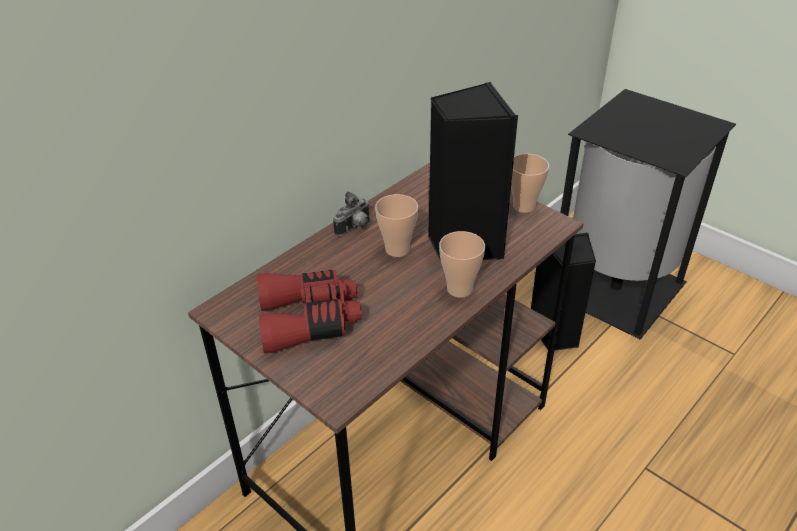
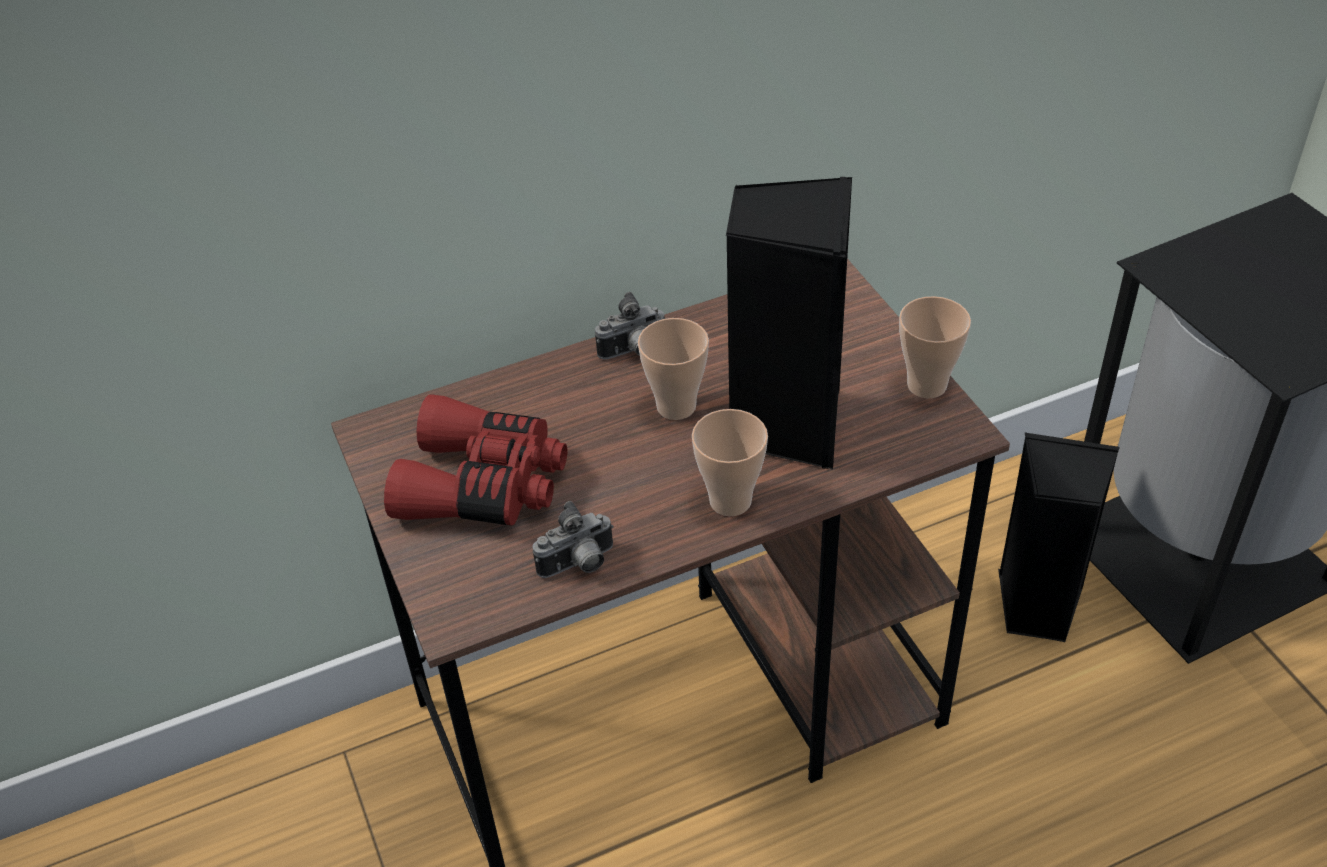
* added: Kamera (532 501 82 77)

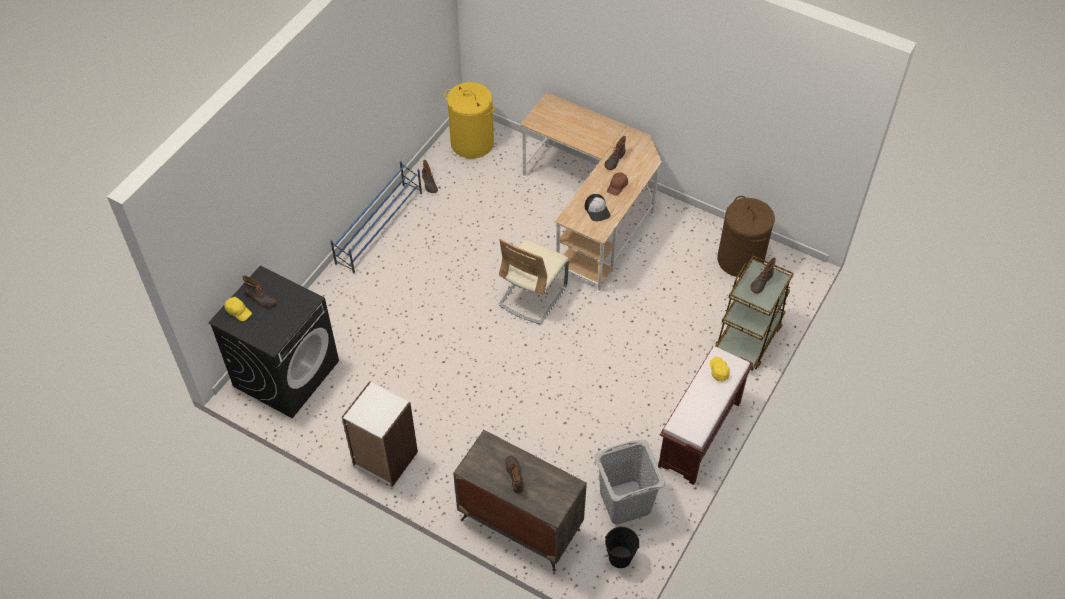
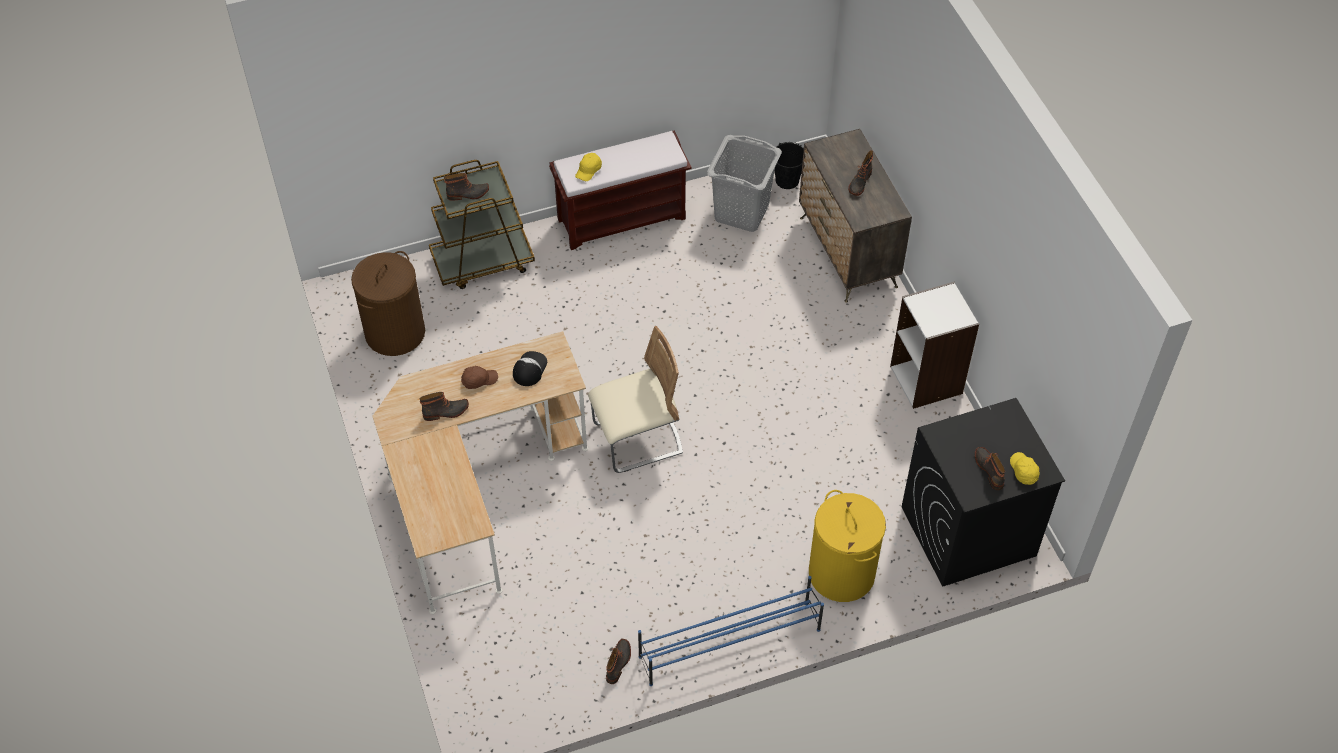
* moved: Wäschekorb [gelb] (444 82 51 77) to (809 490 77 112)

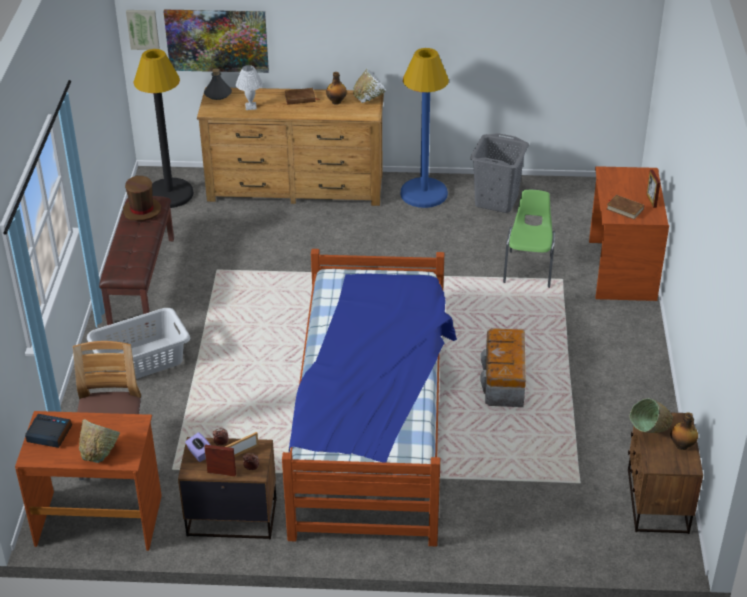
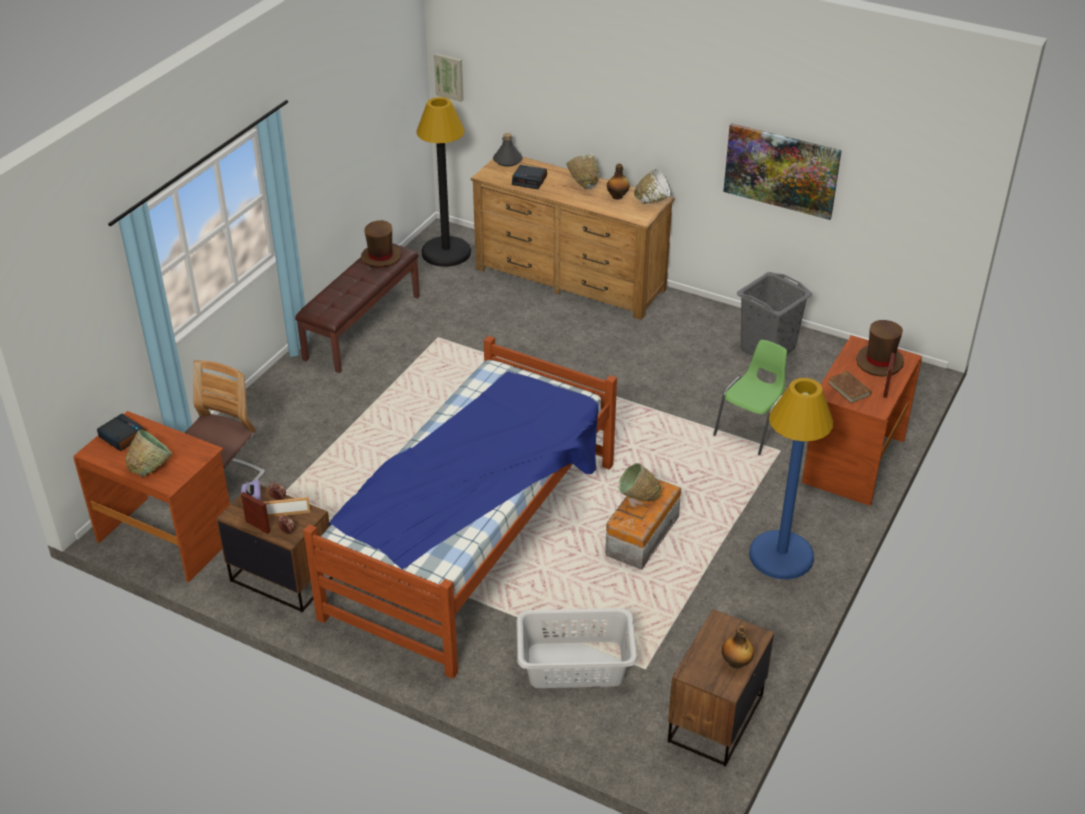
* moved: Bild (163 10 106 63) to (723 123 119 97)
* moved: Stehlampe [blau] (401 48 48 160) to (749 378 84 201)
* replaced: Tischlampe [weiß] (236 65 27 45) to Wecker (512 165 35 24)
* replaced: Buch [braun] (285 88 35 17) to Schüssel [weiß] (566 154 33 35)
* moved: Wäschekorb [grau] (87 308 103 71) to (516 608 121 80)
* moved: Schüssel [grün] (630 398 43 35) to (619 463 42 38)
* added: Hut [braun] (856 320 48 57)

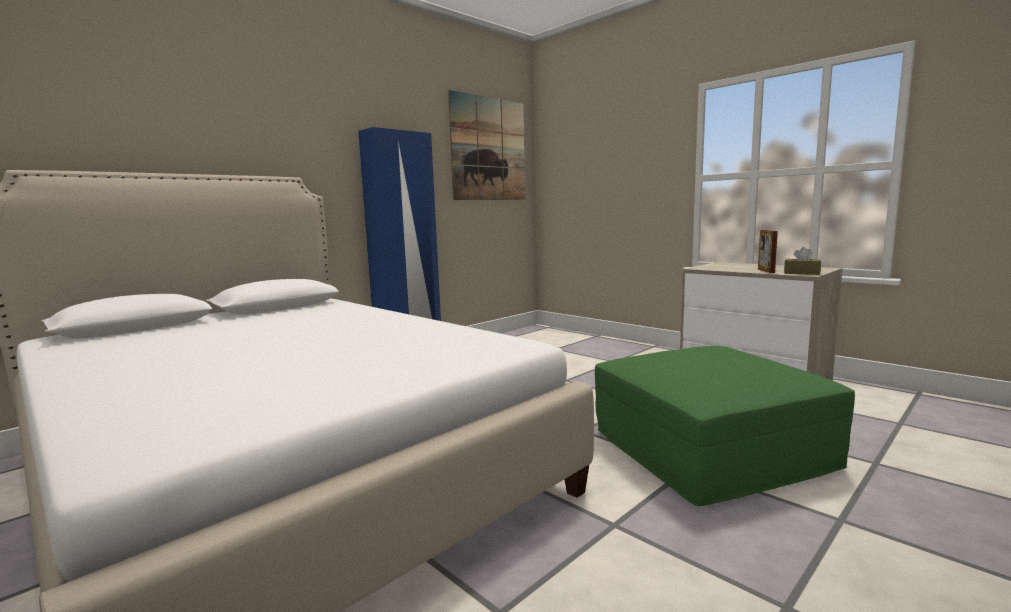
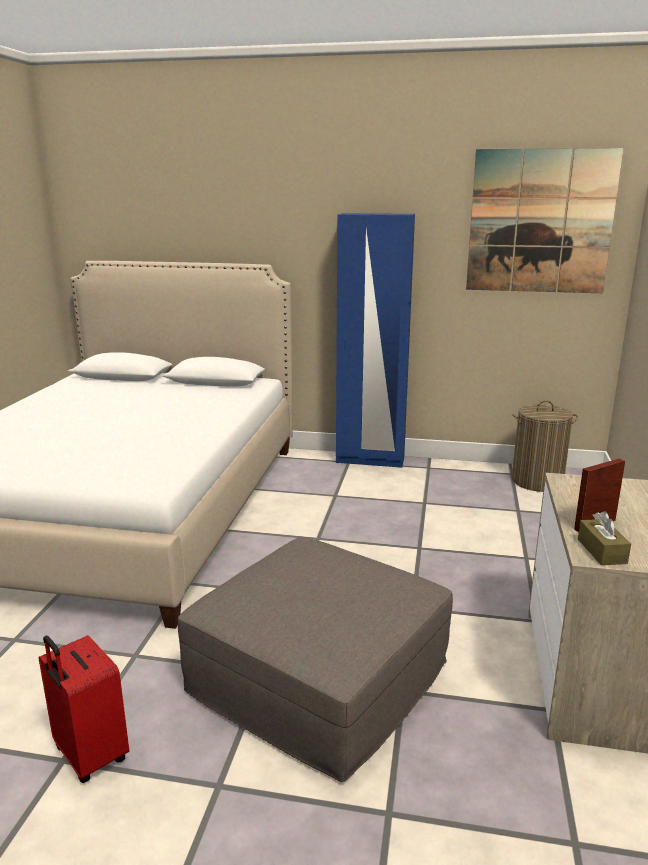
* recoloured: Polsterhocker [grün] (595 346 260 160) to Polsterhocker [grau] (178 537 275 246)
* added: Wäschekorb (512 401 66 91)
* added: Koffer [rot] (39 635 90 148)

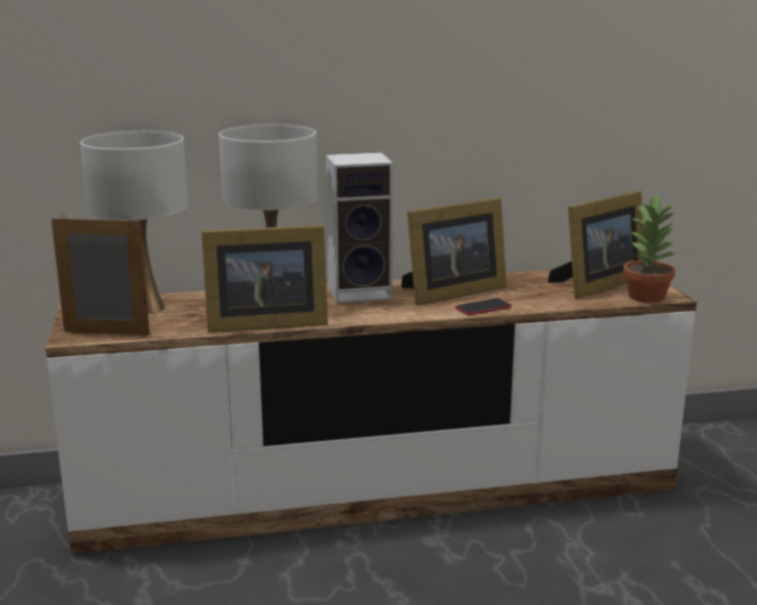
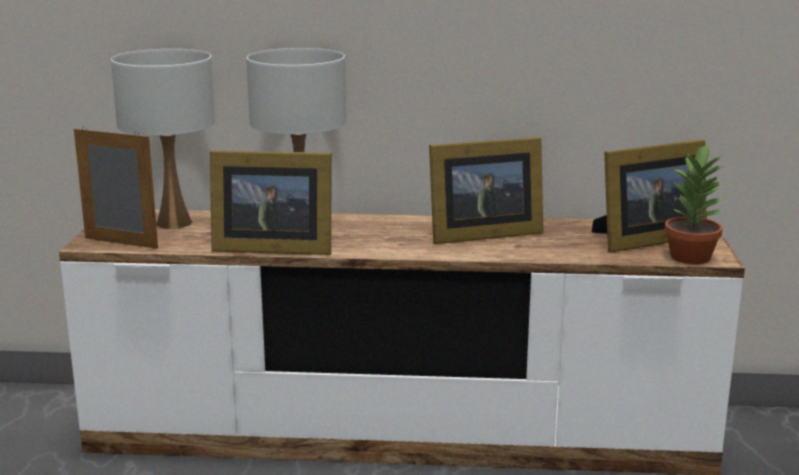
* removed: Lautsprecher (326 152 67 151)
* removed: Handy (456 298 56 17)

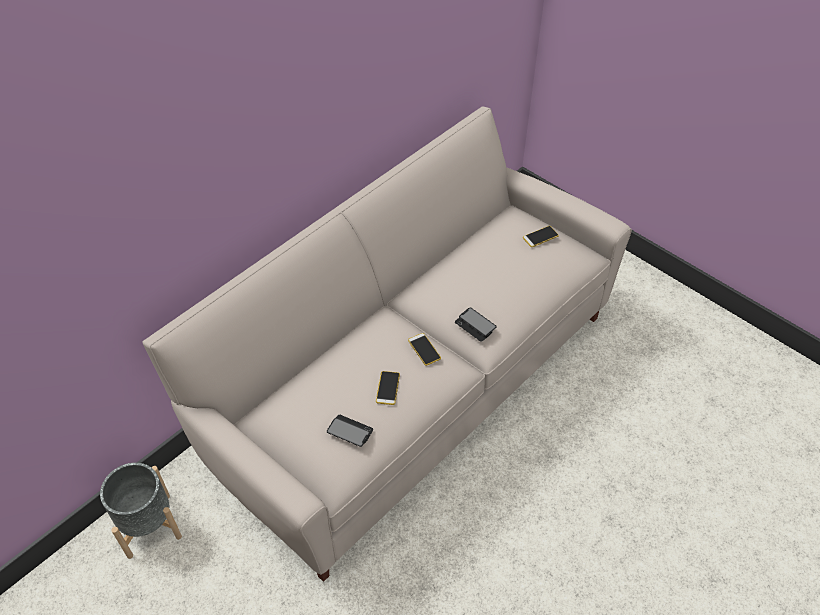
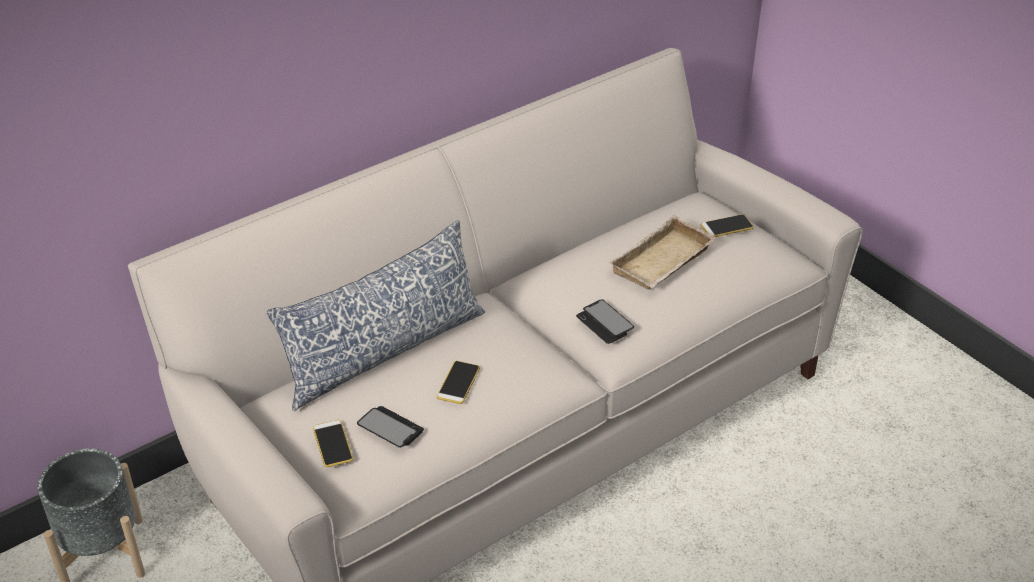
* moved: Handy (408 333 33 33) to (313 420 40 47)
* added: Tablett [beige] (609 215 107 75)
* added: Kissen (267 220 218 191)

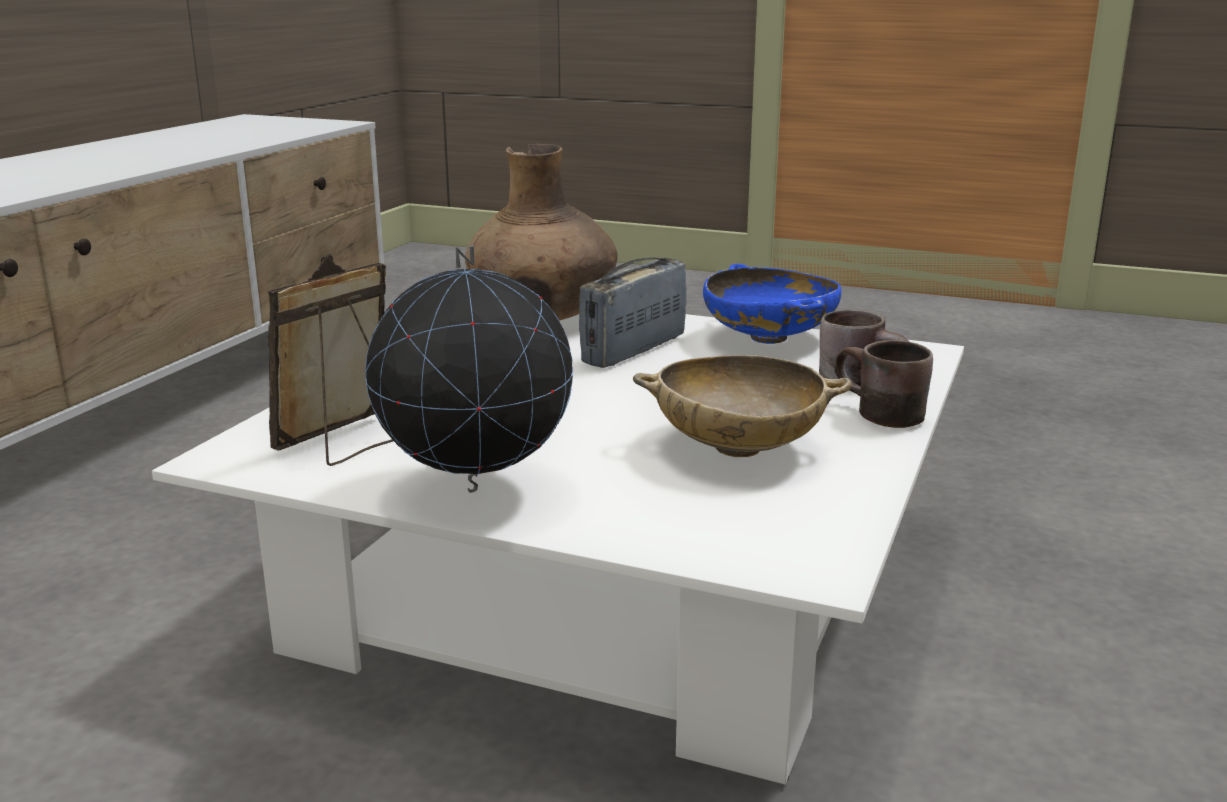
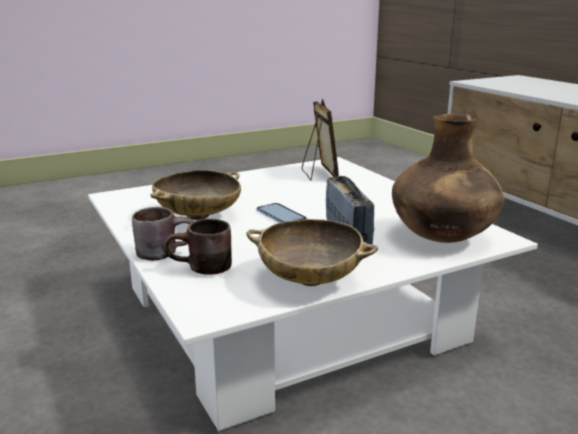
* removed: Globus (365 245 208 248)
* recoloured: Schüssel [blau] (703 264 138 80) to Schüssel [beige] (247 219 131 67)
* added: Handy (256 203 51 20)

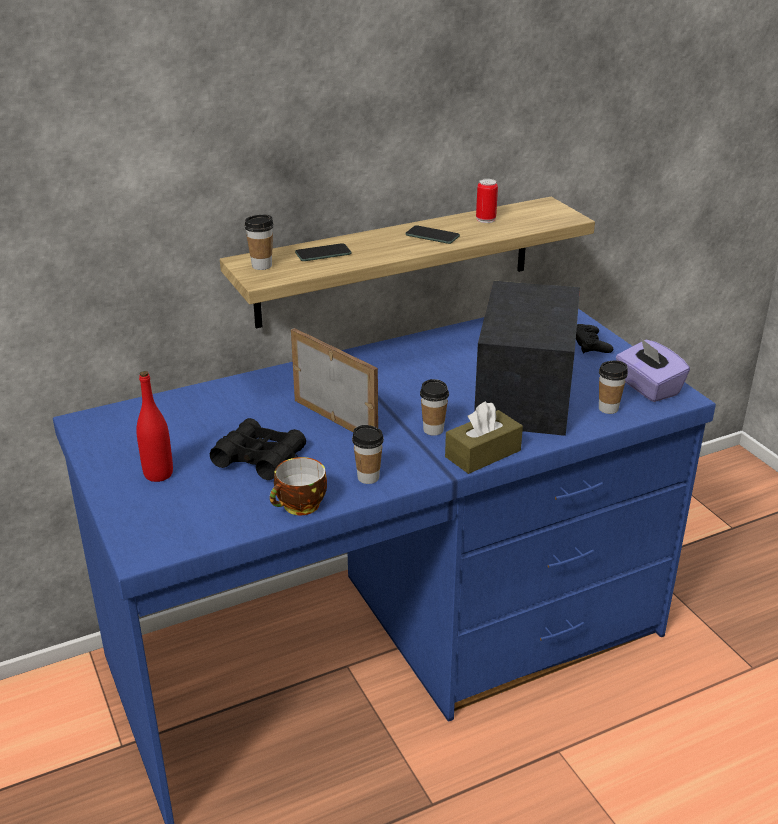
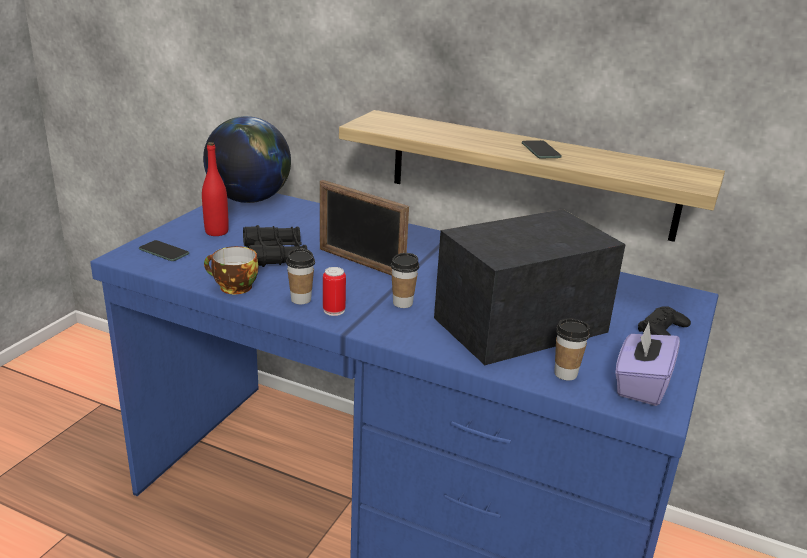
* moved: Dose (476 179 22 44) to (323 267 23 49)
* removed: Tasse (244 215 30 55)
* moved: Handy (295 243 57 18) to (139 240 50 21)
* turned: Bilderrahmen (291 328 87 104) = (320 180 89 96) 120 degrees clockwise
* removed: Taschentuchbox [braun] (445 401 78 73)
* added: Globus (203 116 88 87)

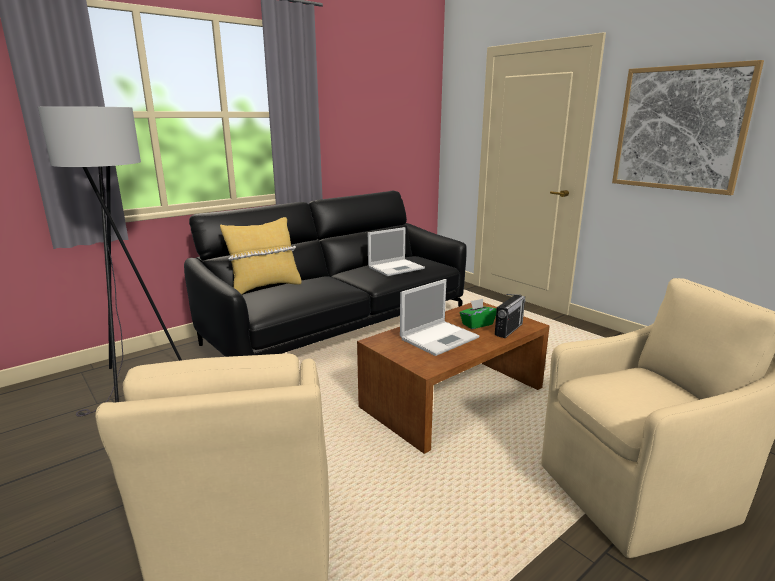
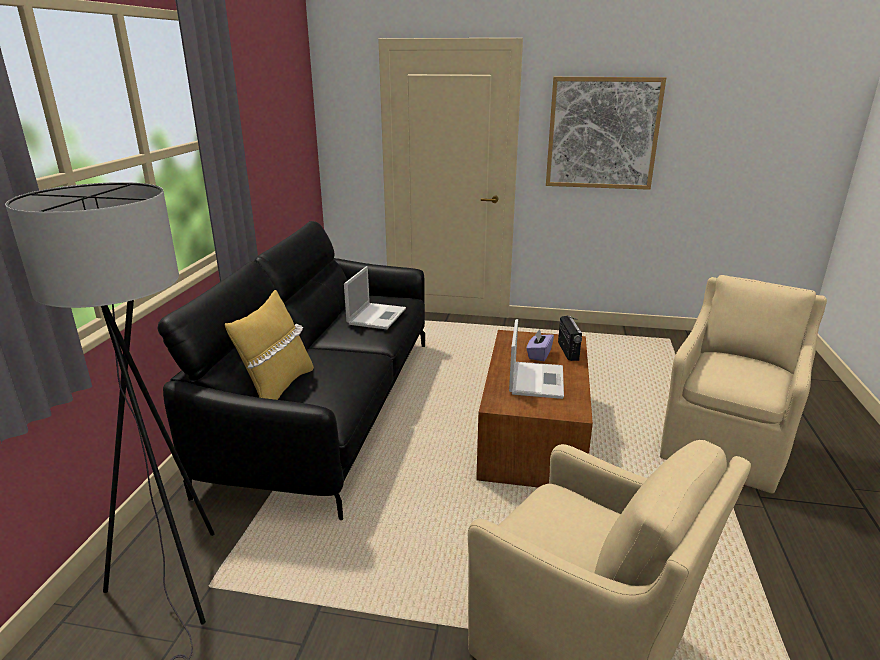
* recoloured: Taschentuchbox [grün] (460 299 37 30) to Taschentuchbox [lila] (526 329 28 32)

